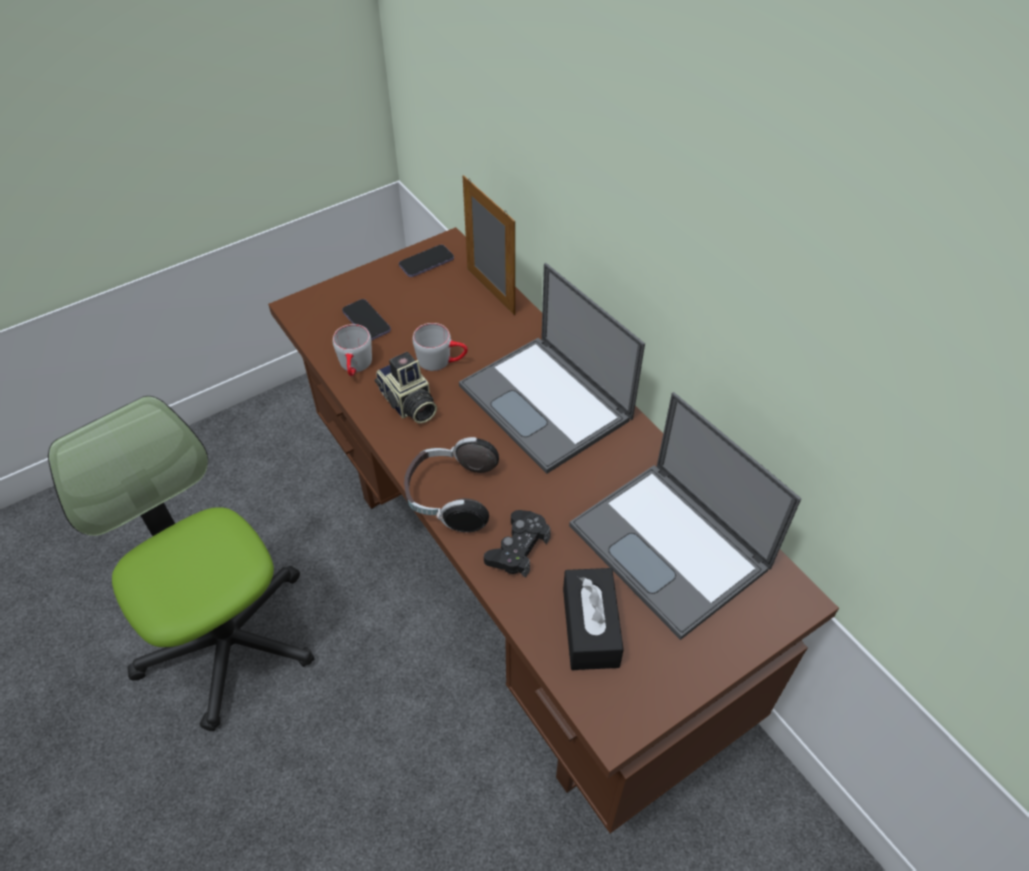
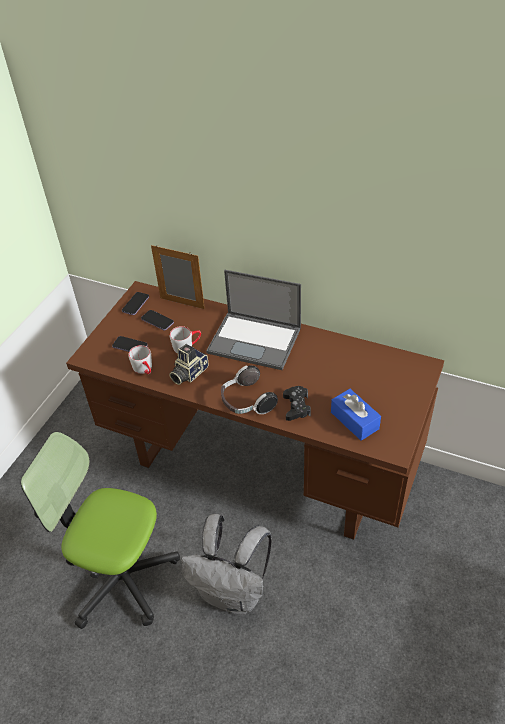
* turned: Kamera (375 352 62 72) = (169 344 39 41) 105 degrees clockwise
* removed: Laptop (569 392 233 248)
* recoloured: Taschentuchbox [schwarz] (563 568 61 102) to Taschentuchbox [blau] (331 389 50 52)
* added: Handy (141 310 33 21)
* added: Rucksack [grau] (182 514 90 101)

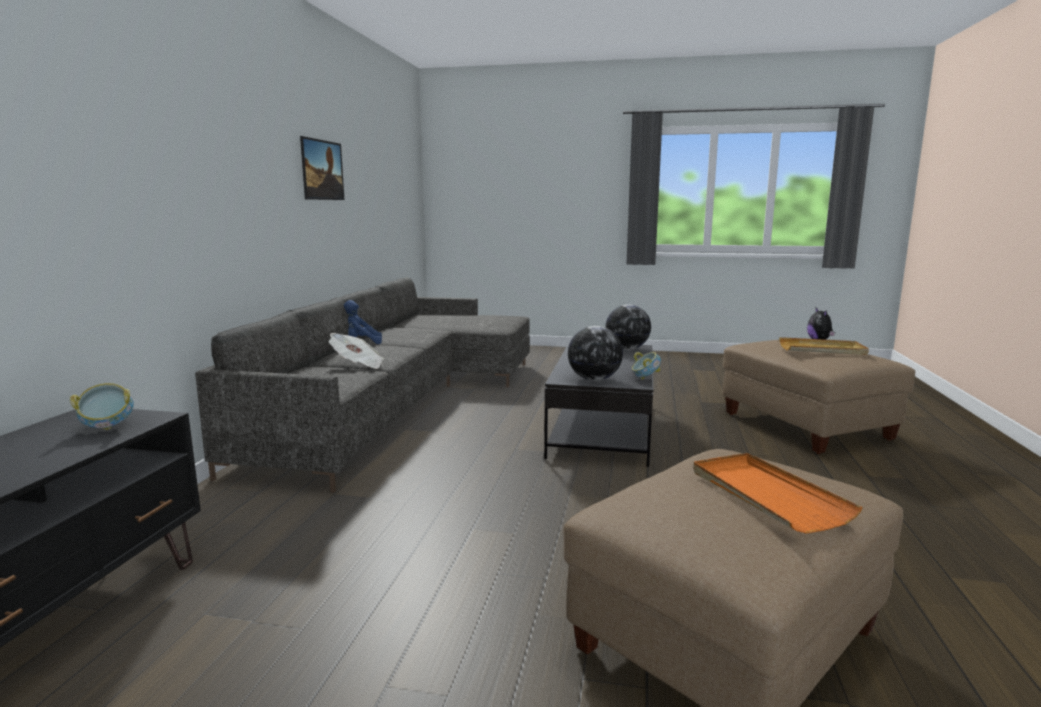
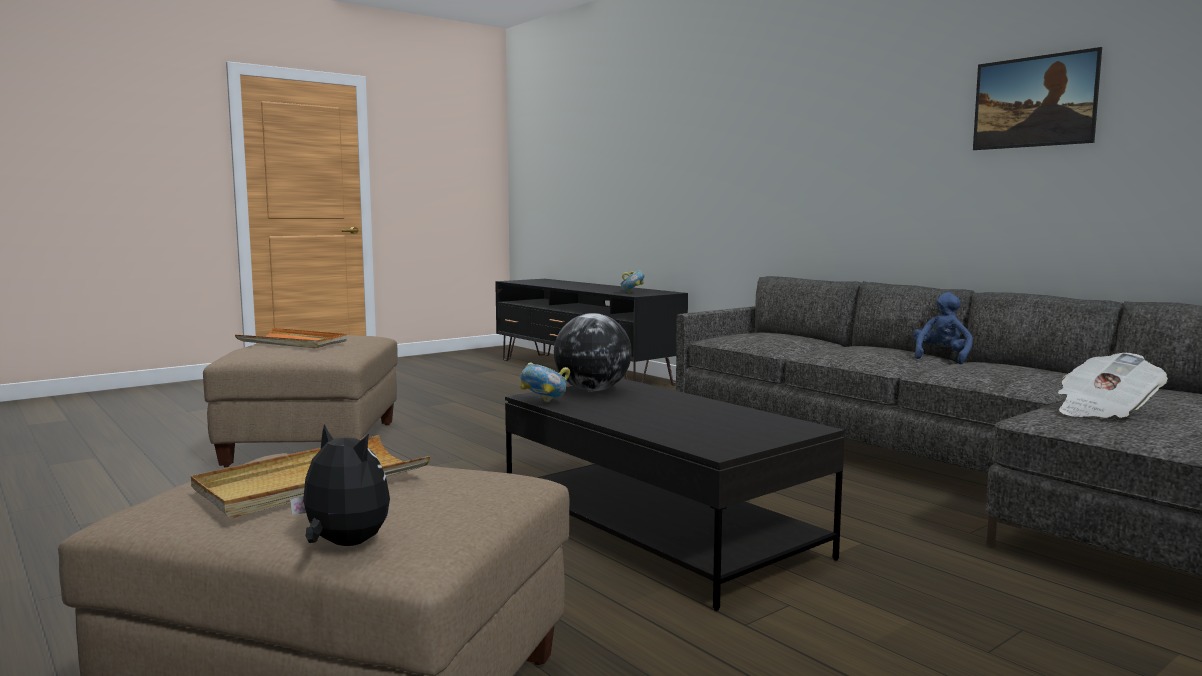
* removed: Globus (605 304 46 46)
* moved: Zeitung (328 333 56 36) to (1058 353 110 65)

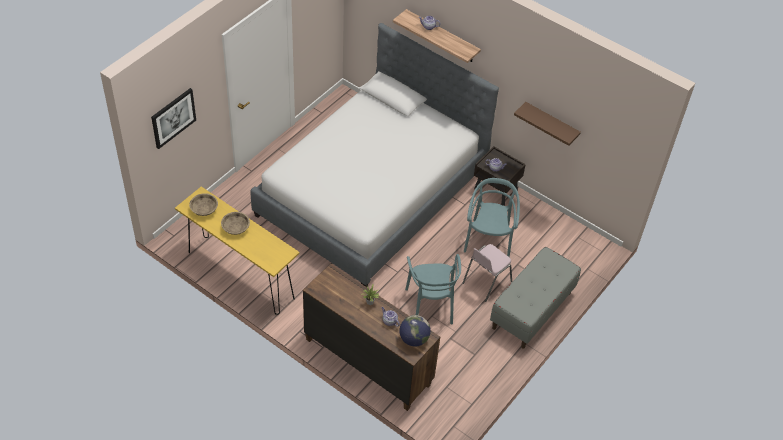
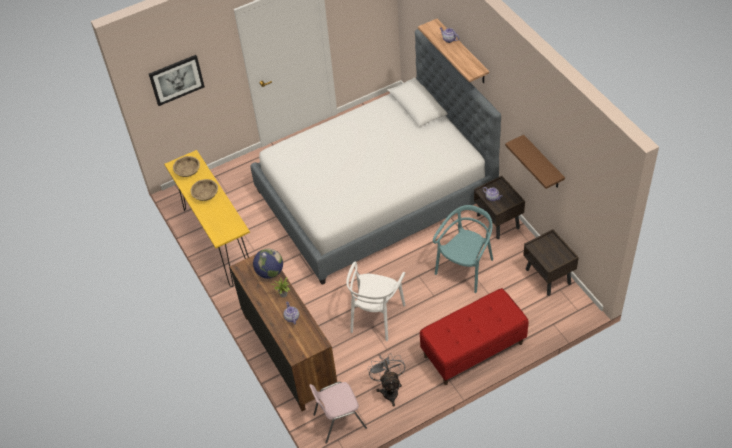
* moved: Stuhl [rosa] (462 244 50 58) to (309 382 58 62)
* recoloured: Bank [grau] (490 247 91 101) to Bank [rot] (420 288 109 97)
* recoloured: Stuhl [türkis] (405 254 56 70) to Stuhl [weiß] (346 262 60 79)
* moved: Globus (399 315 32 31) to (253 249 30 30)
* added: Nachttisch [braun] (523 229 56 67)
* added: Ventilator [grau] (368 353 37 54)

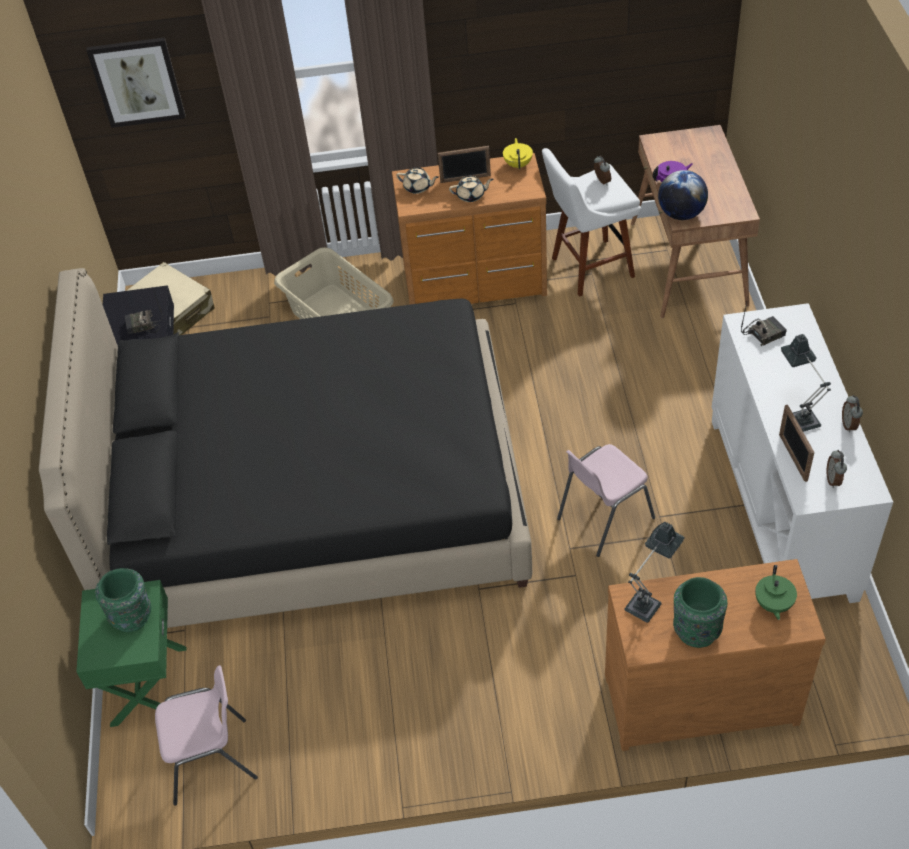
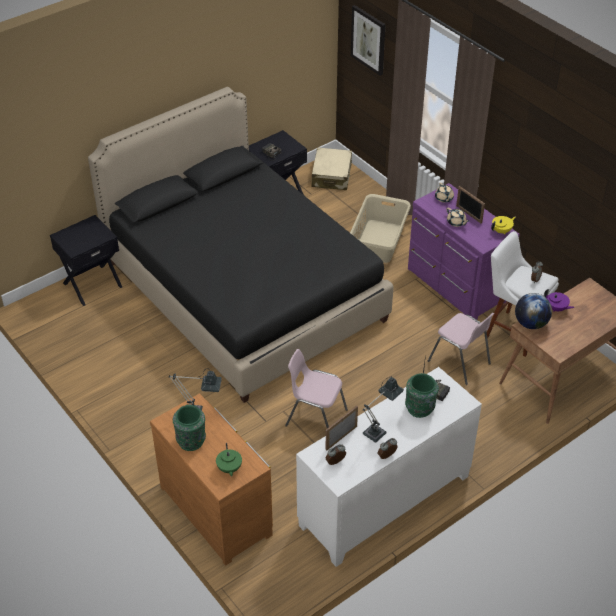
* recoloured: Kommode [braun] (392 153 155 152) to Kommode [lila] (408 183 112 137)
* turned: Teekanne [grün] (755 565 42 55) = (216 443 26 33) 75 degrees counterclockwise
* moved: Vase [grün] (95 568 56 64) to (405 373 34 45)
* recoloured: Nachttisch [grün] (76 580 110 147) to Nachttisch [schwarz] (50 215 72 91)
* moved: Stuhl [rosa] (155 665 103 141) to (428 313 66 72)

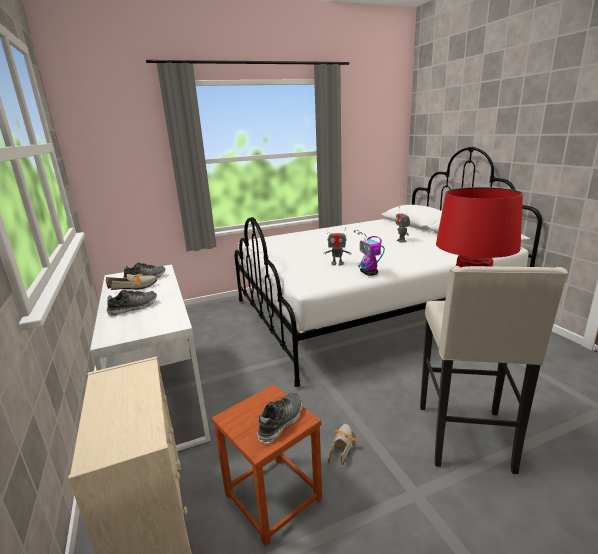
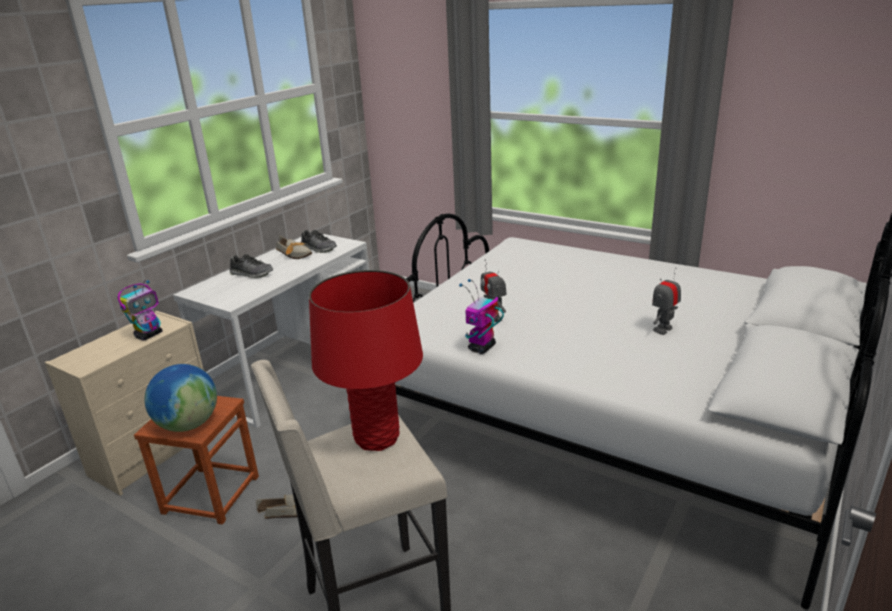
* replaced: Schuh (257 392 45 52) to Globus (145 364 72 68)
* added: Spielzeugroboter (118 280 45 60)

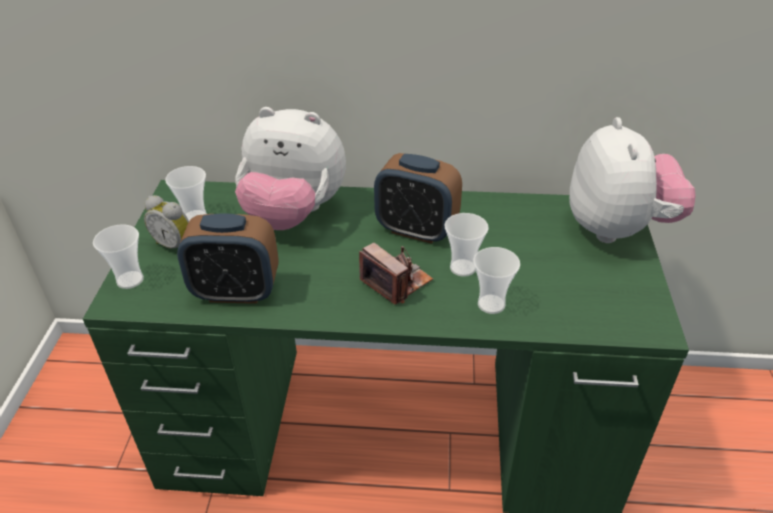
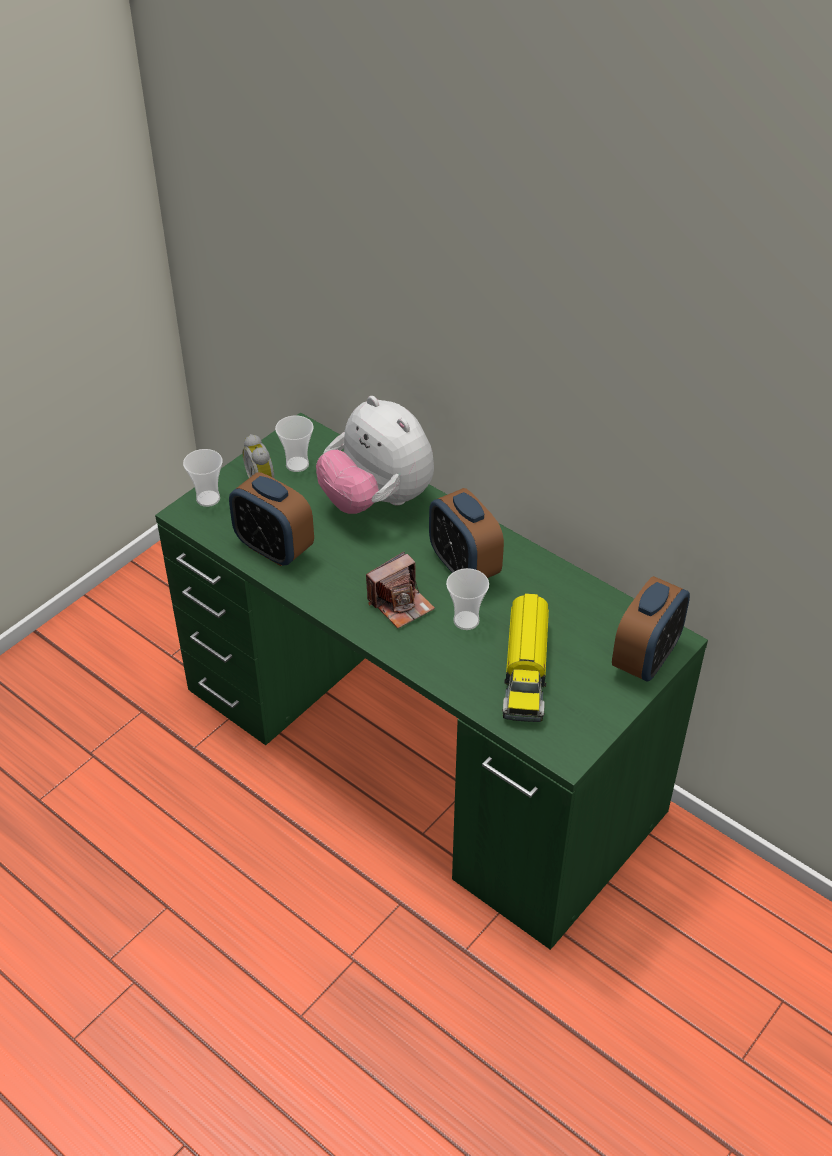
* replaced: Plüschtier (569 117 127 126) to Wecker (612 576 78 106)
* turned: Kamera (359 243 74 62) = (366 552 69 76) 60 degrees clockwise
* removed: Tasse (473 247 47 67)
* added: Spielzeuglaster (502 593 47 129)

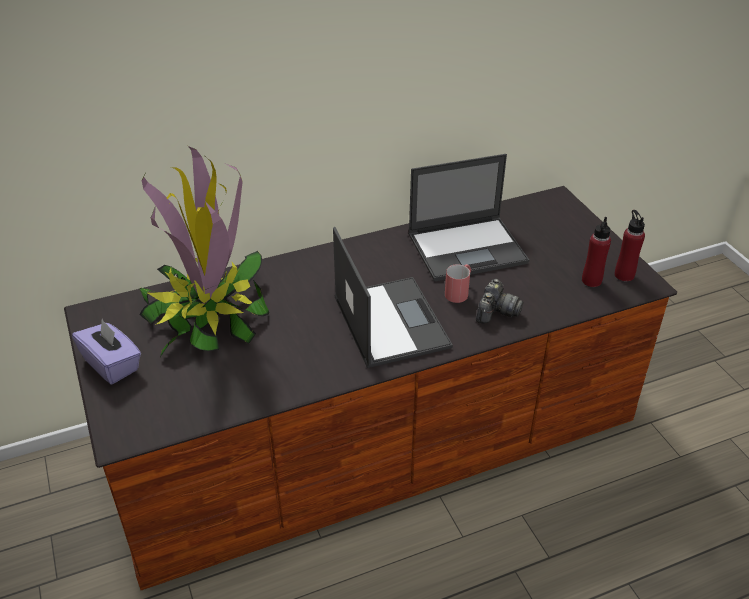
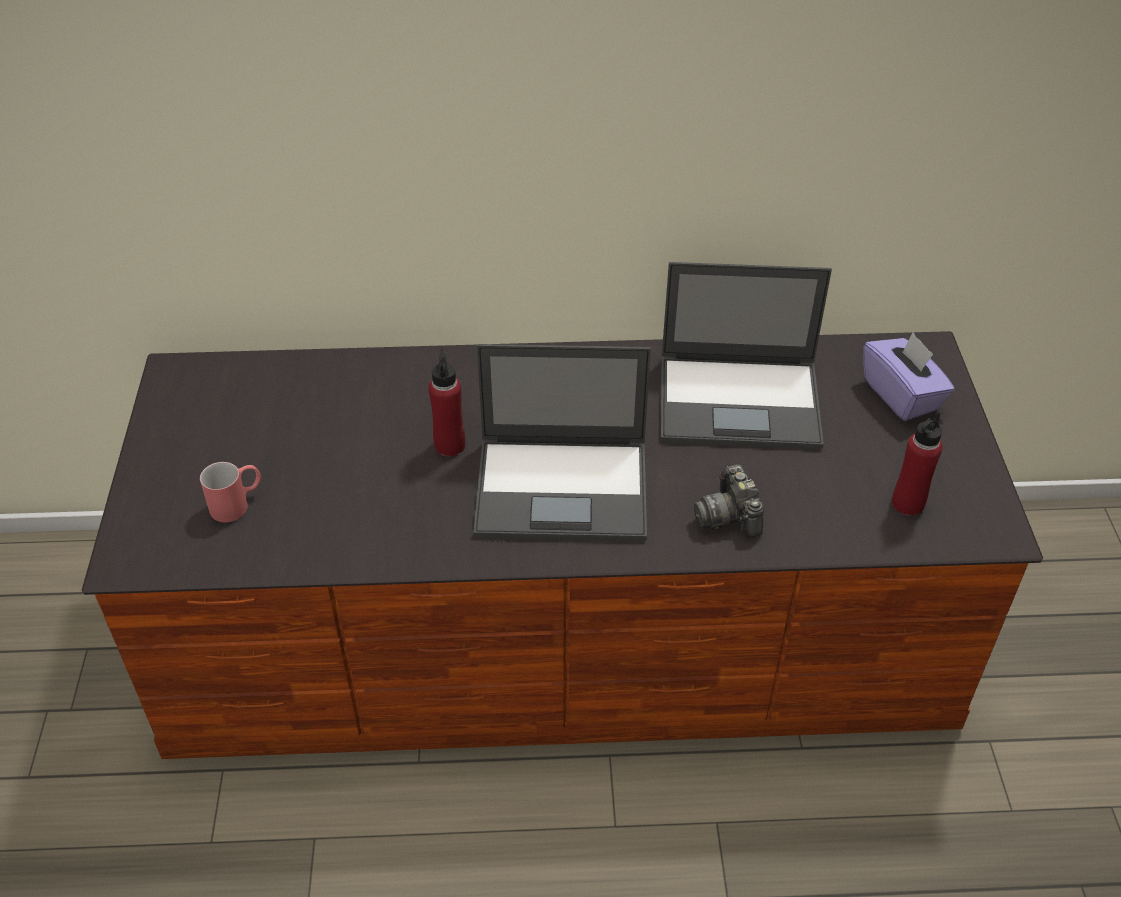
* removed: Topfpflanze (139 146 131 211)
* moved: Flasche [rot] (614 210 31 72) to (429 349 36 107)
* turned: Laptop (333 227 120 141) = (473 344 178 197) 90 degrees clockwise
* moved: Henkelbecher [rot] (445 264 26 39) to (200 462 61 61)
* turned: Kamera (476 279 48 45) = (694 464 70 74) 120 degrees clockwise
* moved: Taschentuchbox [lila] (72 319 69 65) to (864 332 91 89)

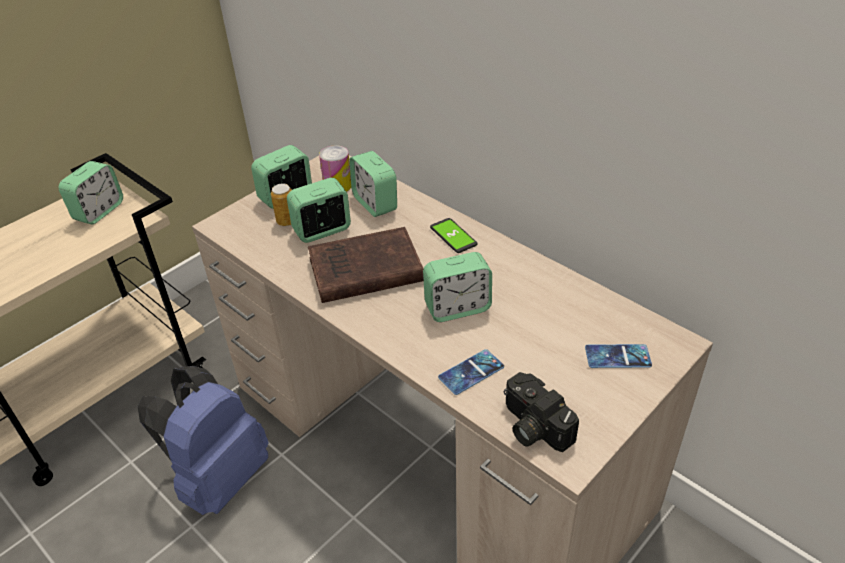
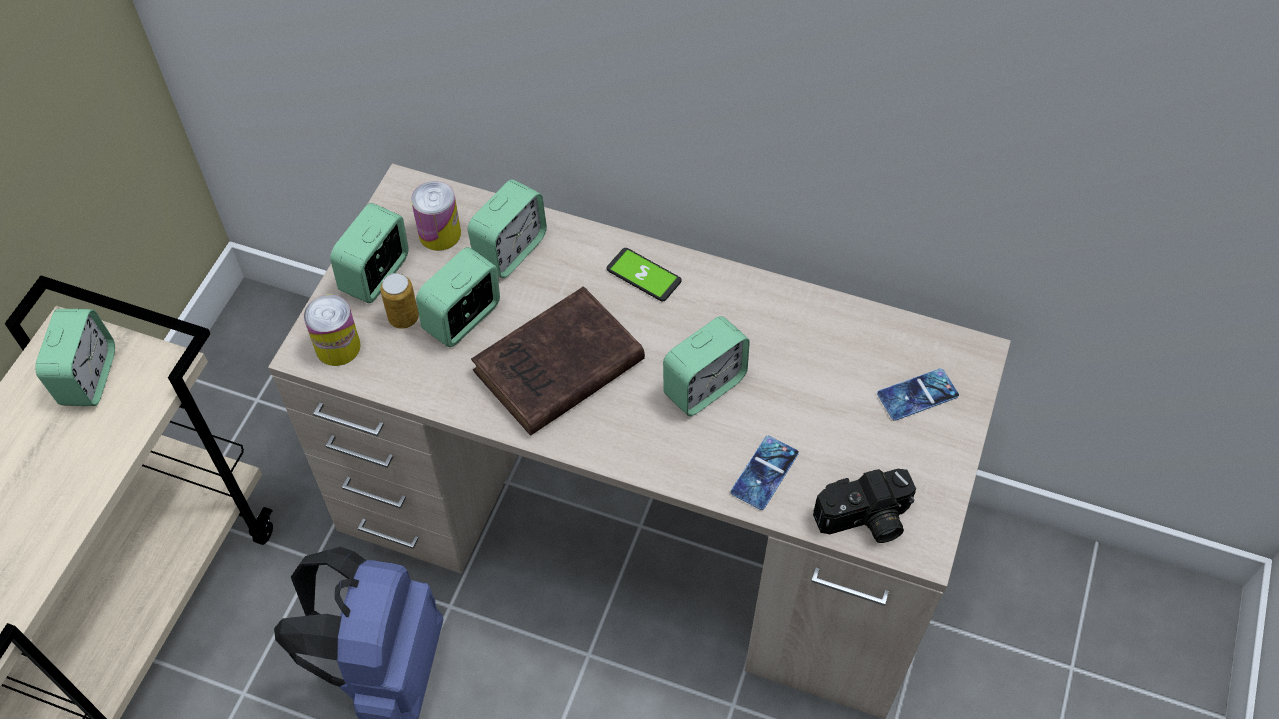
* turned: Wecker (349 151 48 66) = (468 180 79 98) 90 degrees counterclockwise
* turned: Kamera (504 372 75 81) = (813 469 103 74) 45 degrees counterclockwise
* added: Dose (304 294 57 72)

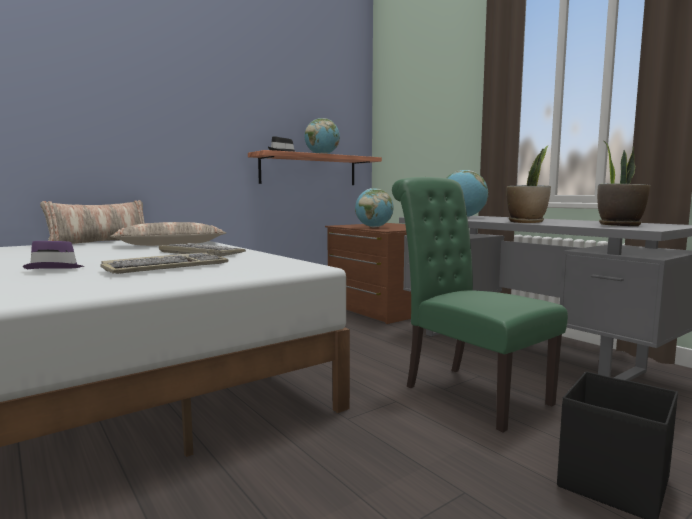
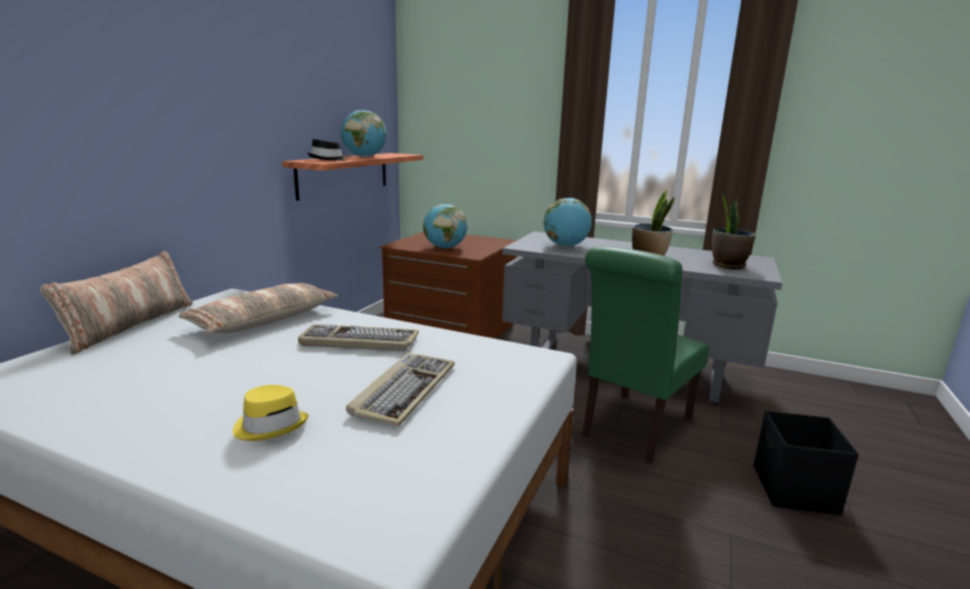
* turned: Stuhl [grün] (392 177 176 255) = (582 246 128 217) 75 degrees counterclockwise
* recoloured: Hut [lila] (23 241 61 28) to Hut [gelb] (233 385 76 56)

